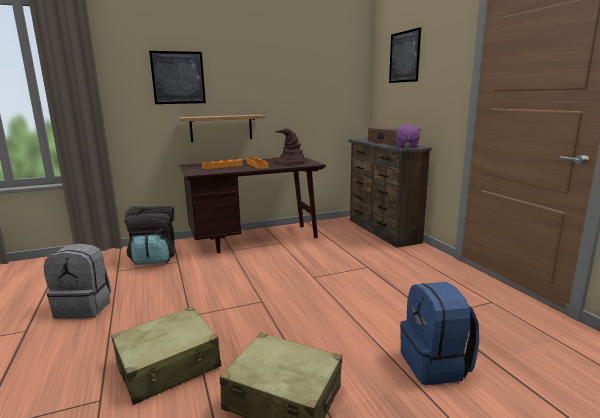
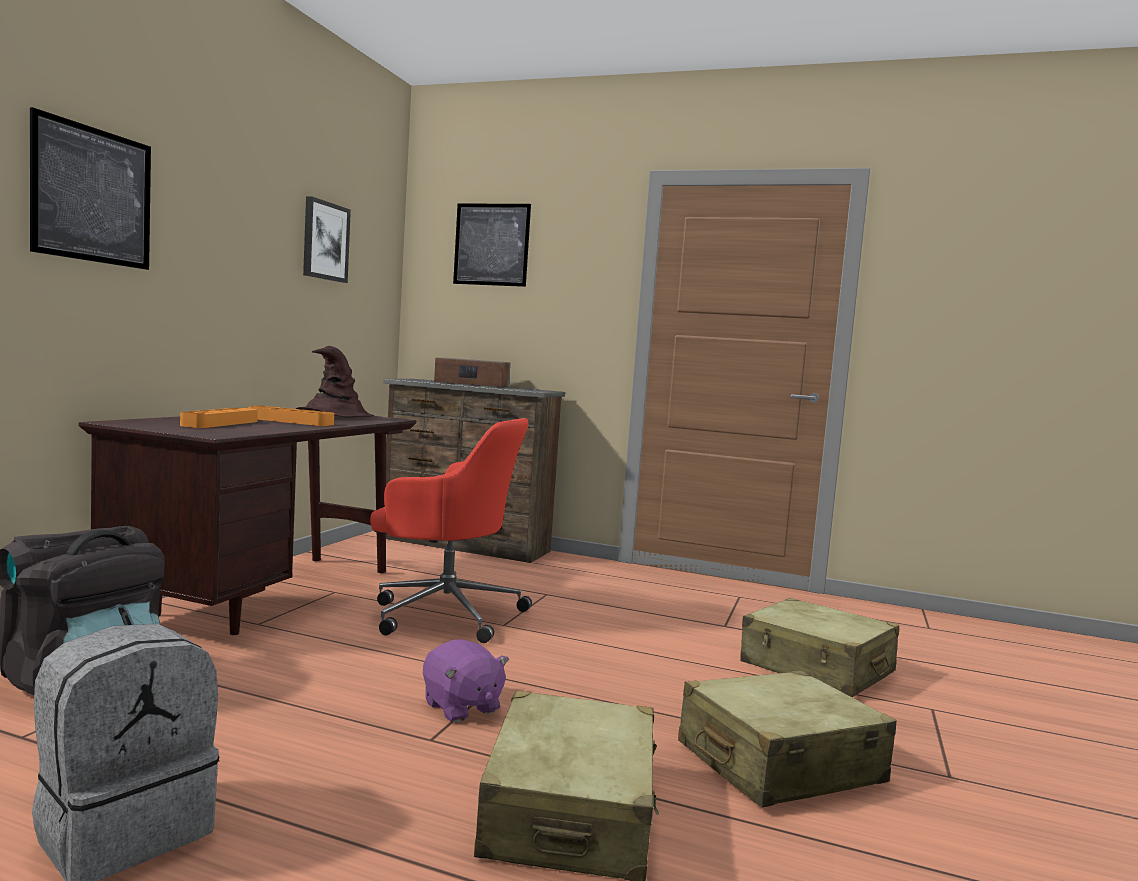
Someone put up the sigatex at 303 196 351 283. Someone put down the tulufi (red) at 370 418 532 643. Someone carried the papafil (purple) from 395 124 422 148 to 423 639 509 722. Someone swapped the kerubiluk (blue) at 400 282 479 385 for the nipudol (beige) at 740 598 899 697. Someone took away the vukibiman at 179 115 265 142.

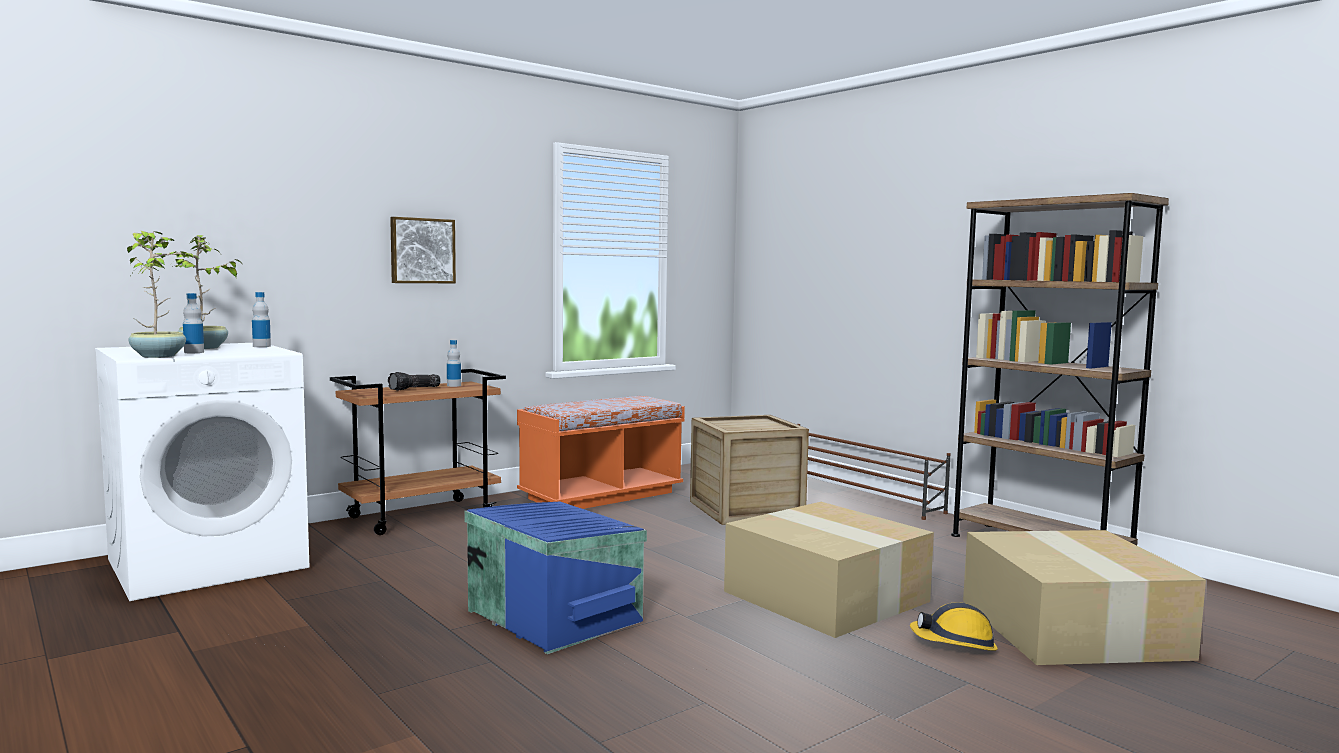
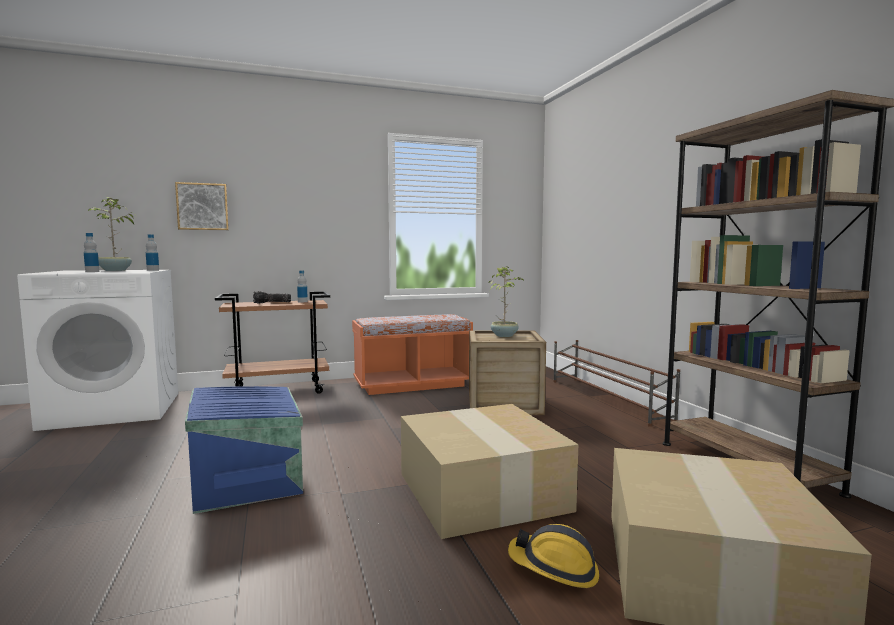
Someone carried the sigatex from 390 217 456 283 to 175 182 229 230. Someone carried the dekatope from 127 231 194 358 to 489 267 524 337.

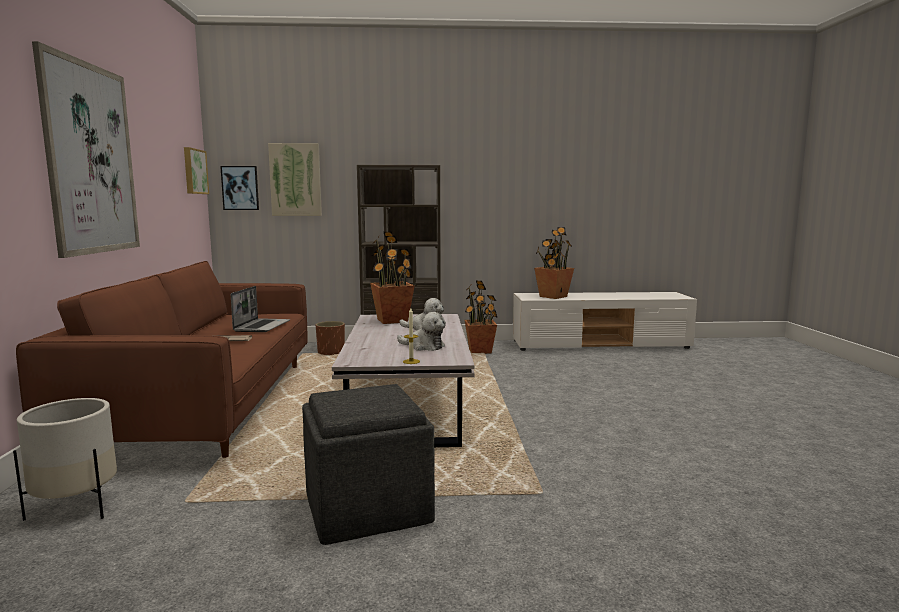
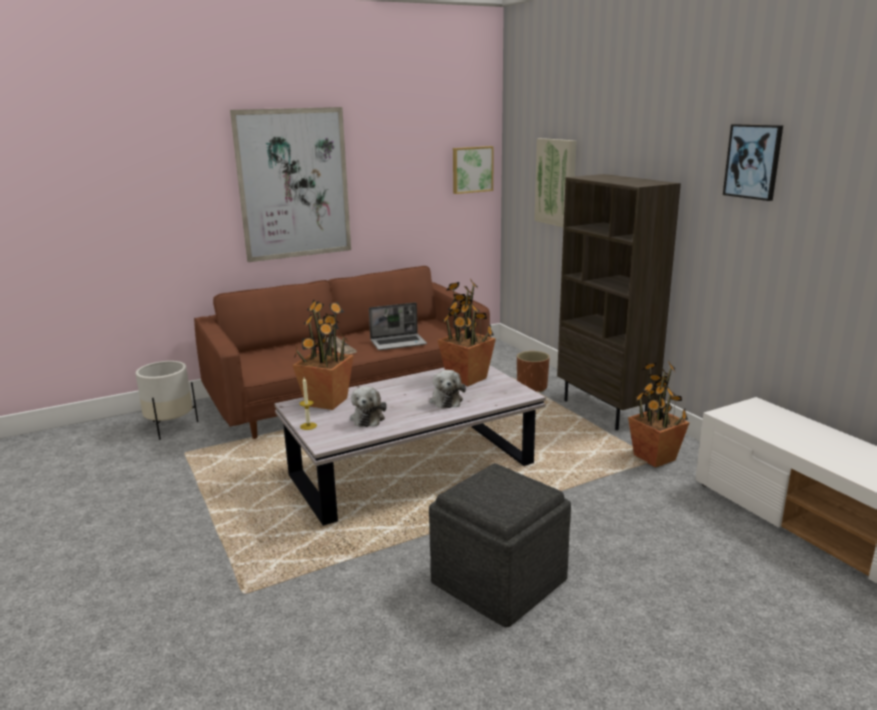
Someone carried the dekatope from 534 227 574 299 to 292 300 354 410. Someone carried the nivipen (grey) from 302 384 435 545 to 429 463 571 627. Someone carried the sigatex from 220 166 259 210 to 723 124 783 201.

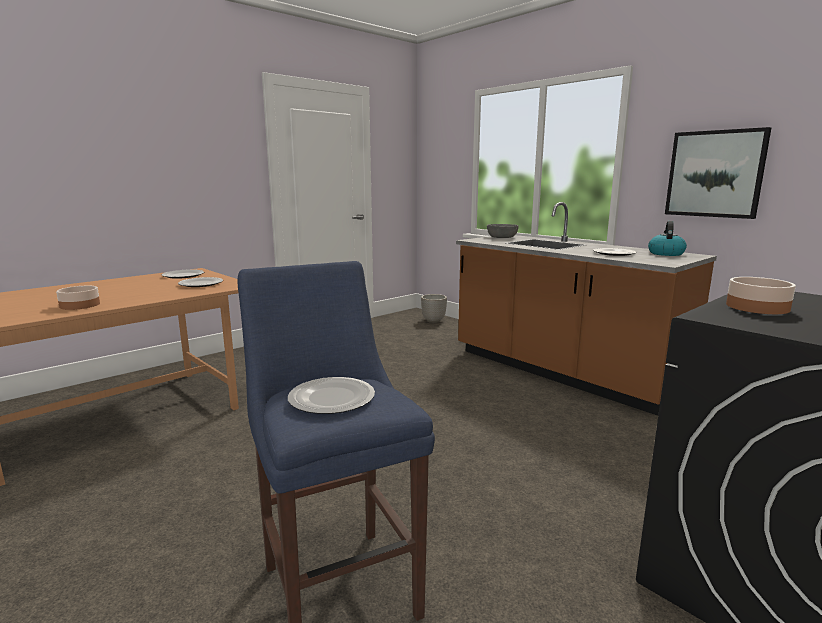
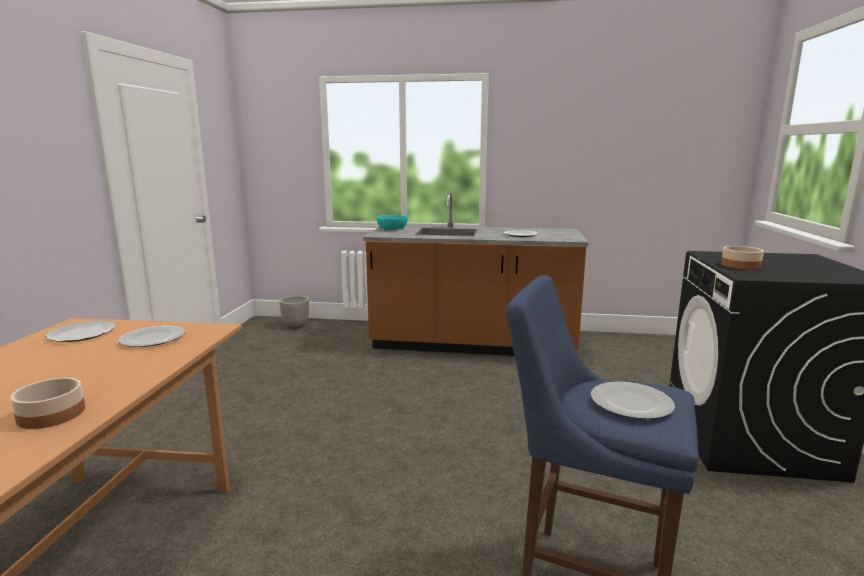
Someone repainted the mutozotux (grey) at 487 224 519 238, which became the mutozotux (turquoise) at 376 215 408 230. Someone took away the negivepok at 648 221 687 256. Someone took away the sigatex at 665 127 771 219.

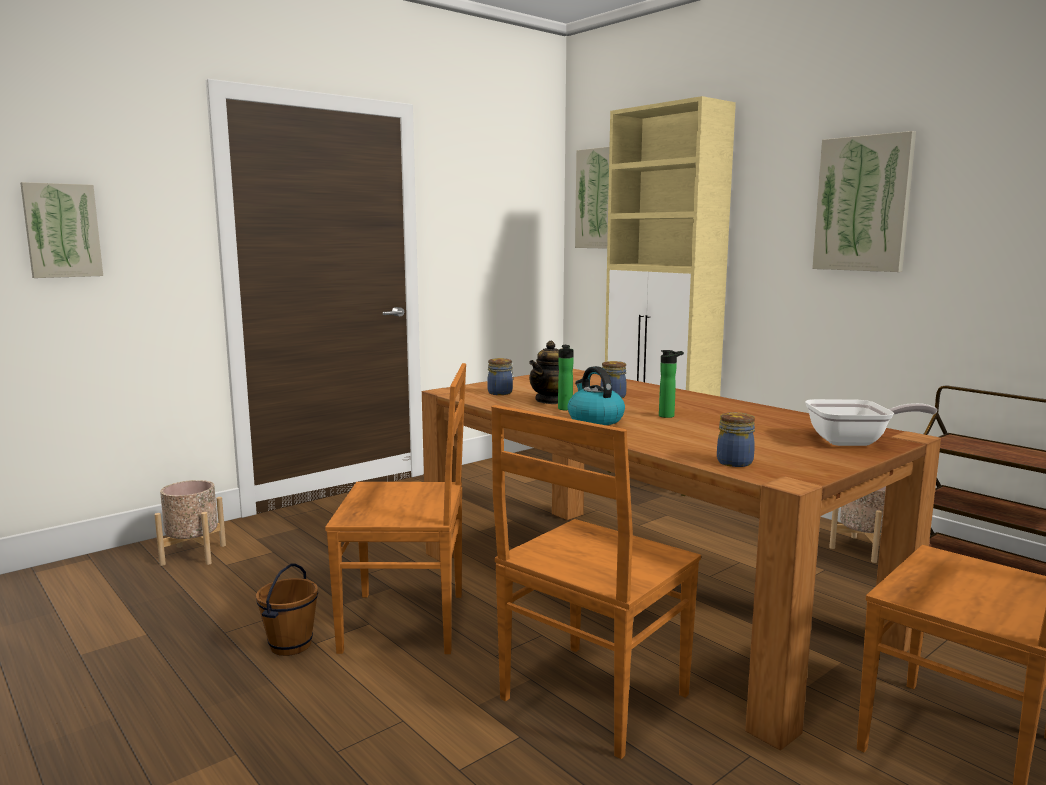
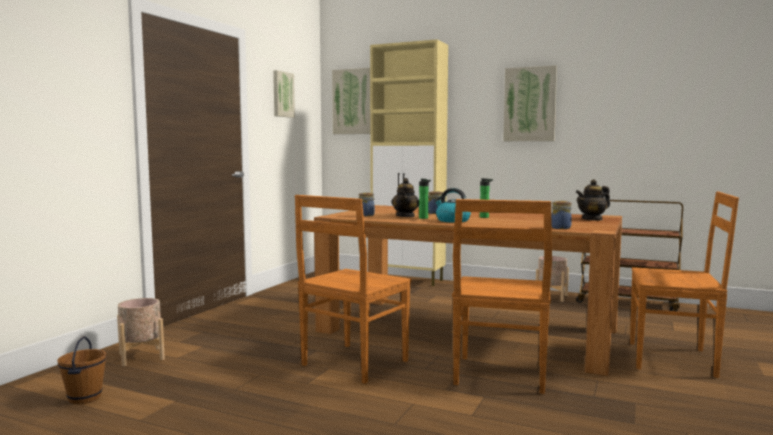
Someone carried the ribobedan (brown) from 256 563 318 656 to 57 336 107 404. Someone carried the sigatex from 20 182 103 278 to 273 70 295 118. Someone rotated the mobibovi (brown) at 325 363 466 654 by 150 degrees clockwise. Someone swapped the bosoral at 805 399 937 446 for the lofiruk at 576 179 610 221.

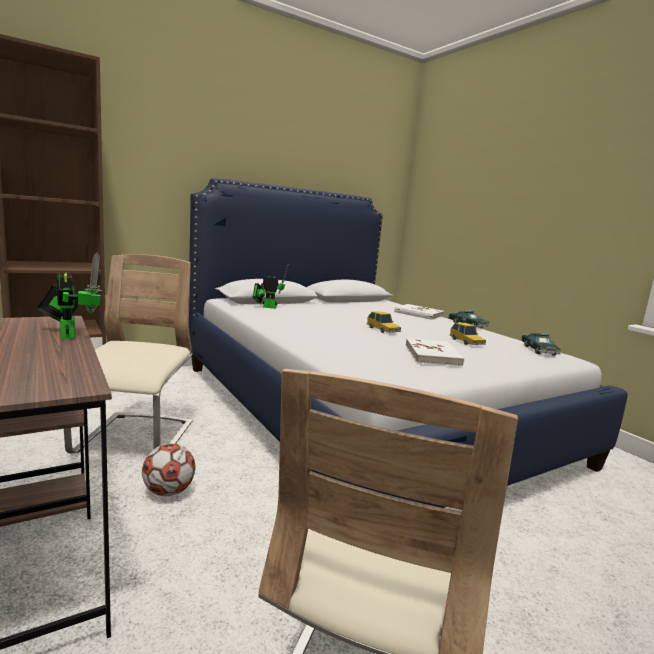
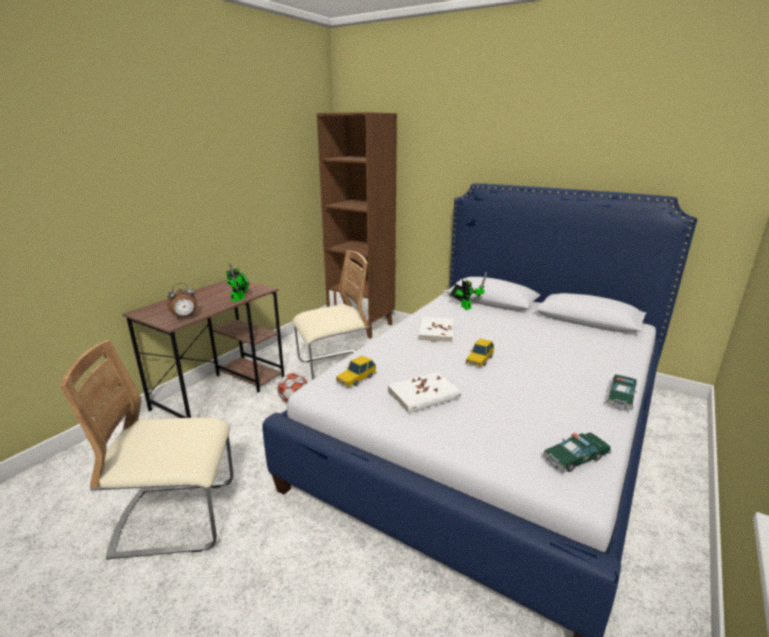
Someone put down the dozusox at 167 283 197 319. Someone carried the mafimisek from 450 323 486 345 to 336 356 376 387. Someone carried the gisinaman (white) from 394 304 445 320 to 418 317 454 343.

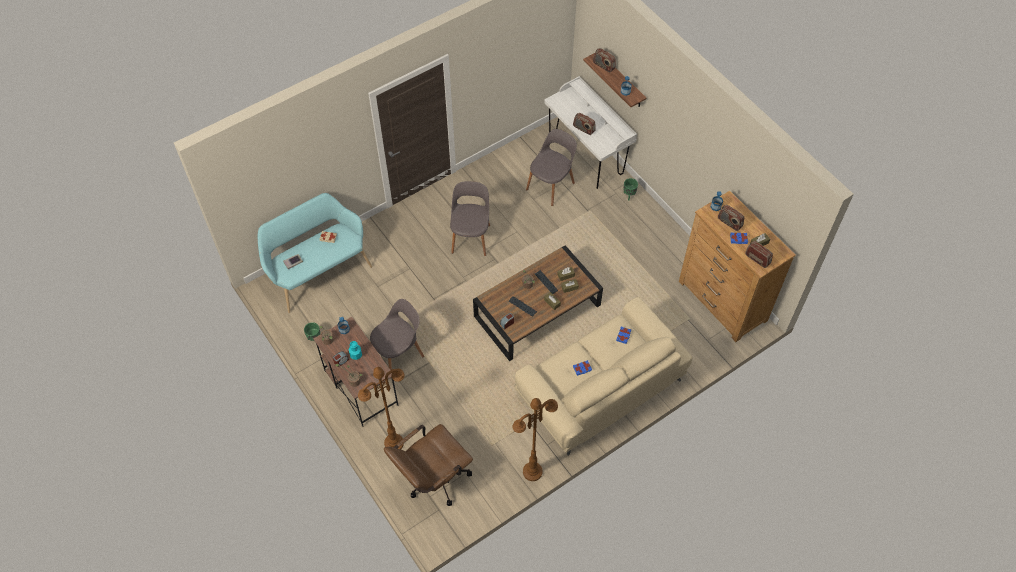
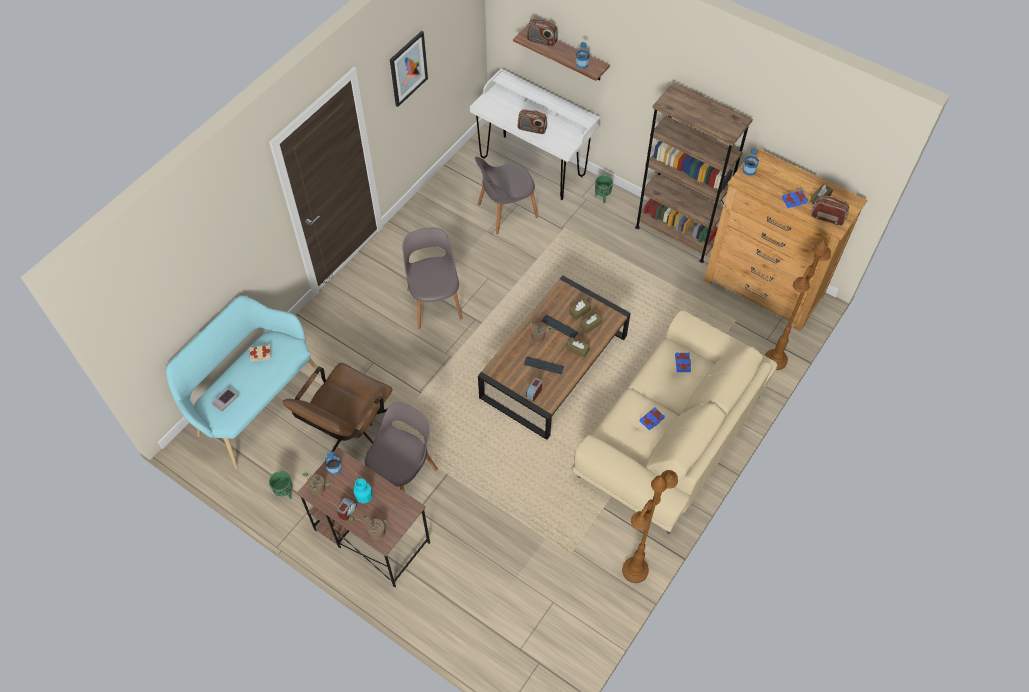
Someone carried the tulufi (brown) from 384 424 473 506 to 282 363 392 452. Someone put up the sigatex at 390 31 428 107. Someone rotated the mobibovi (grey) at 526 129 577 206 by 135 degrees counterclockwise. Someone put down the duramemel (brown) at 635 82 753 263. Someone carried the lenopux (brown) from 358 367 405 449 to 765 240 831 370. Someone took away the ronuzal at 718 205 744 231.

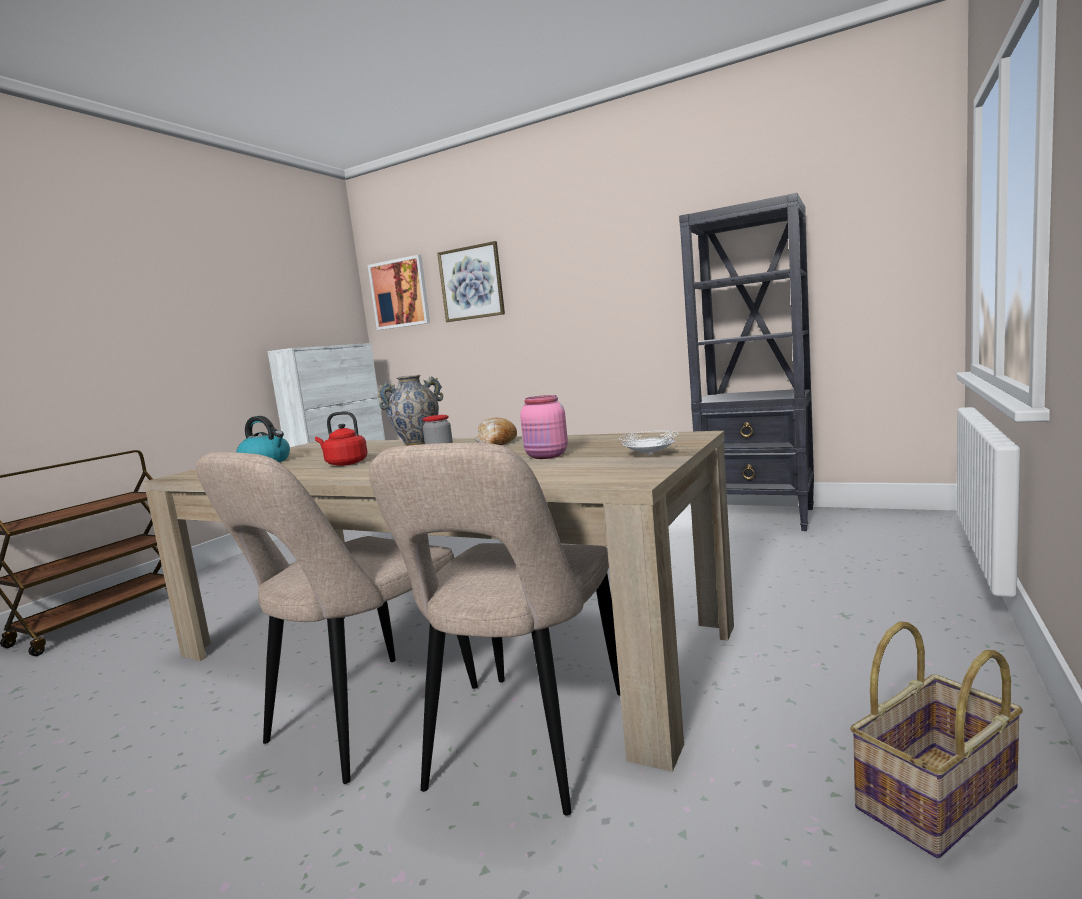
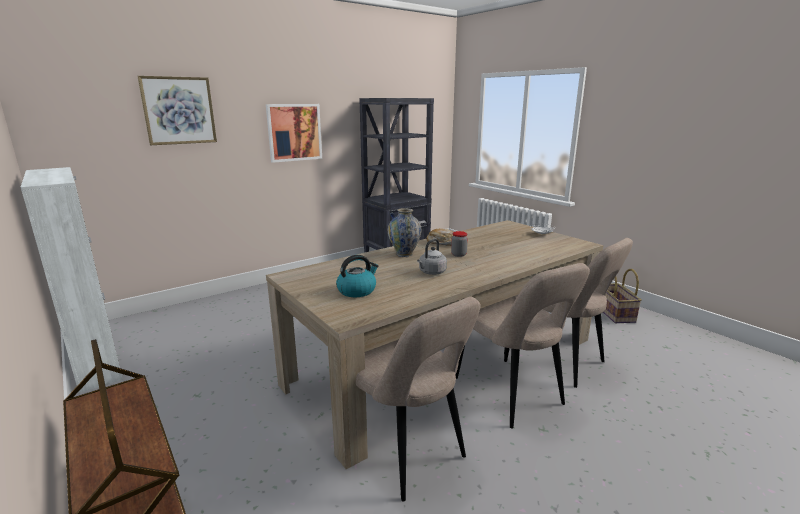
Someone carried the sigatex from 368 255 430 330 to 266 104 322 163. Someone put down the mobibovi (beige) at 356 297 481 502. Someone repainted the negivepok (red) at 315 411 368 466, which became the negivepok (grey) at 417 239 447 275. Someone took away the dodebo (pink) at 520 395 568 459.

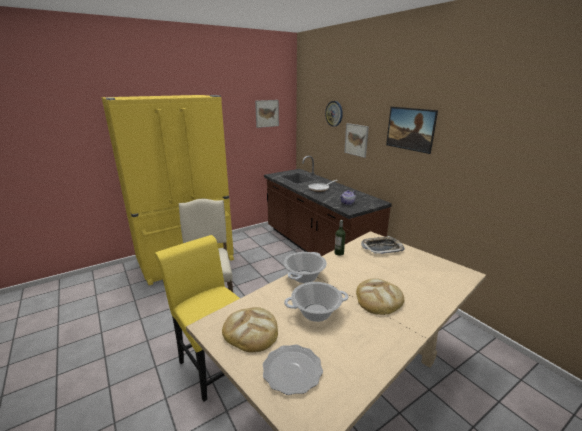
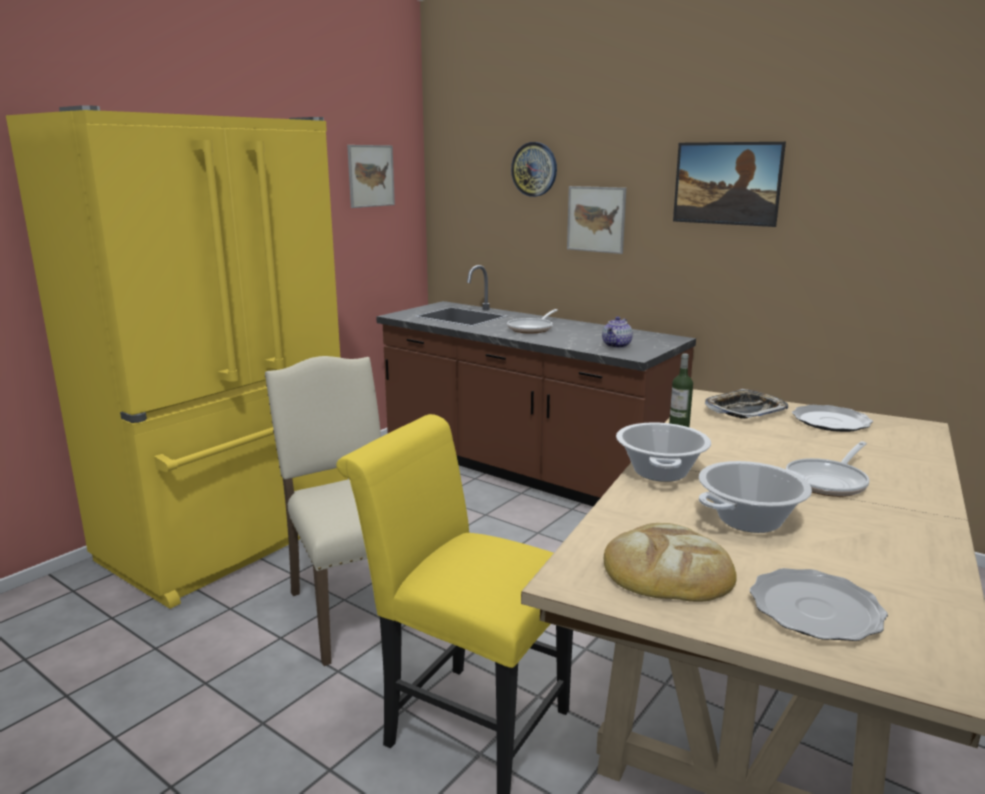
Someone swapped the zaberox at 356 278 404 315 for the bosoral at 786 441 870 497. Someone put down the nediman at 792 405 873 432.

